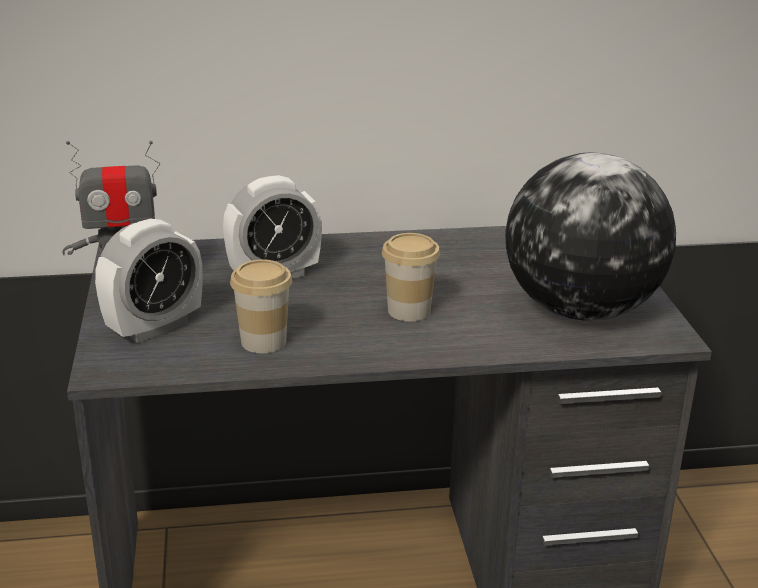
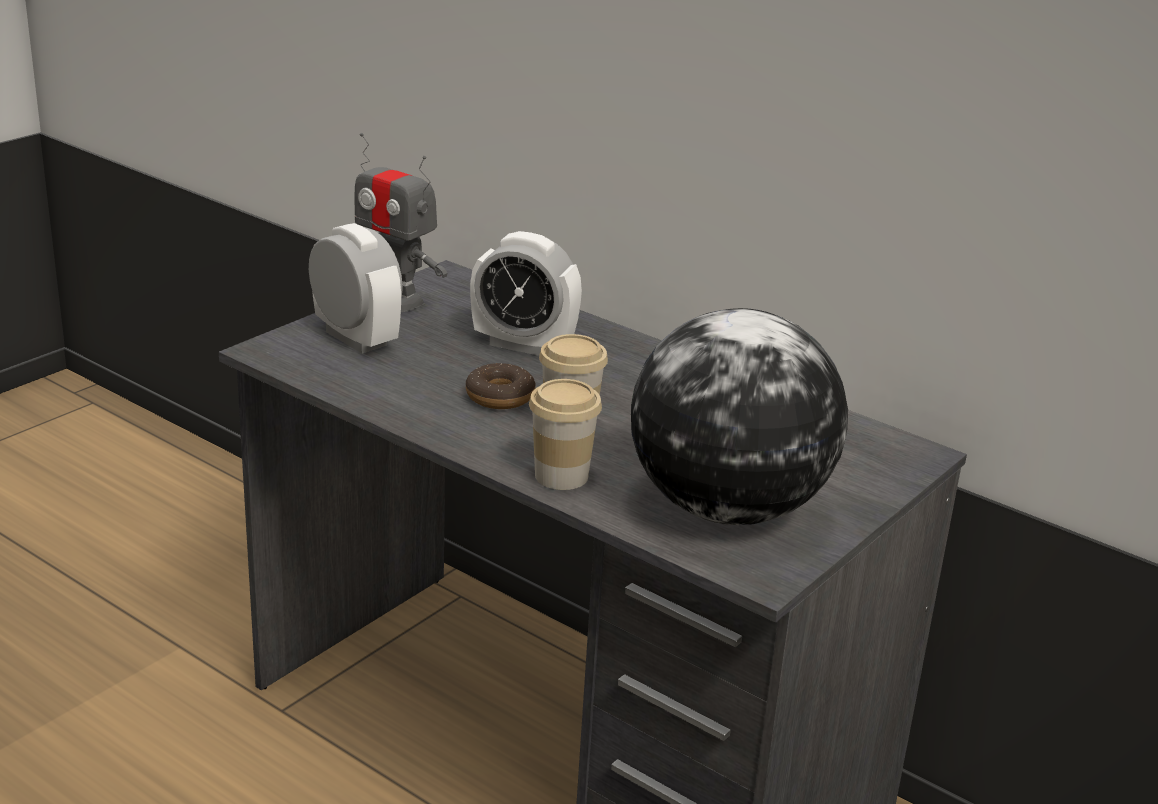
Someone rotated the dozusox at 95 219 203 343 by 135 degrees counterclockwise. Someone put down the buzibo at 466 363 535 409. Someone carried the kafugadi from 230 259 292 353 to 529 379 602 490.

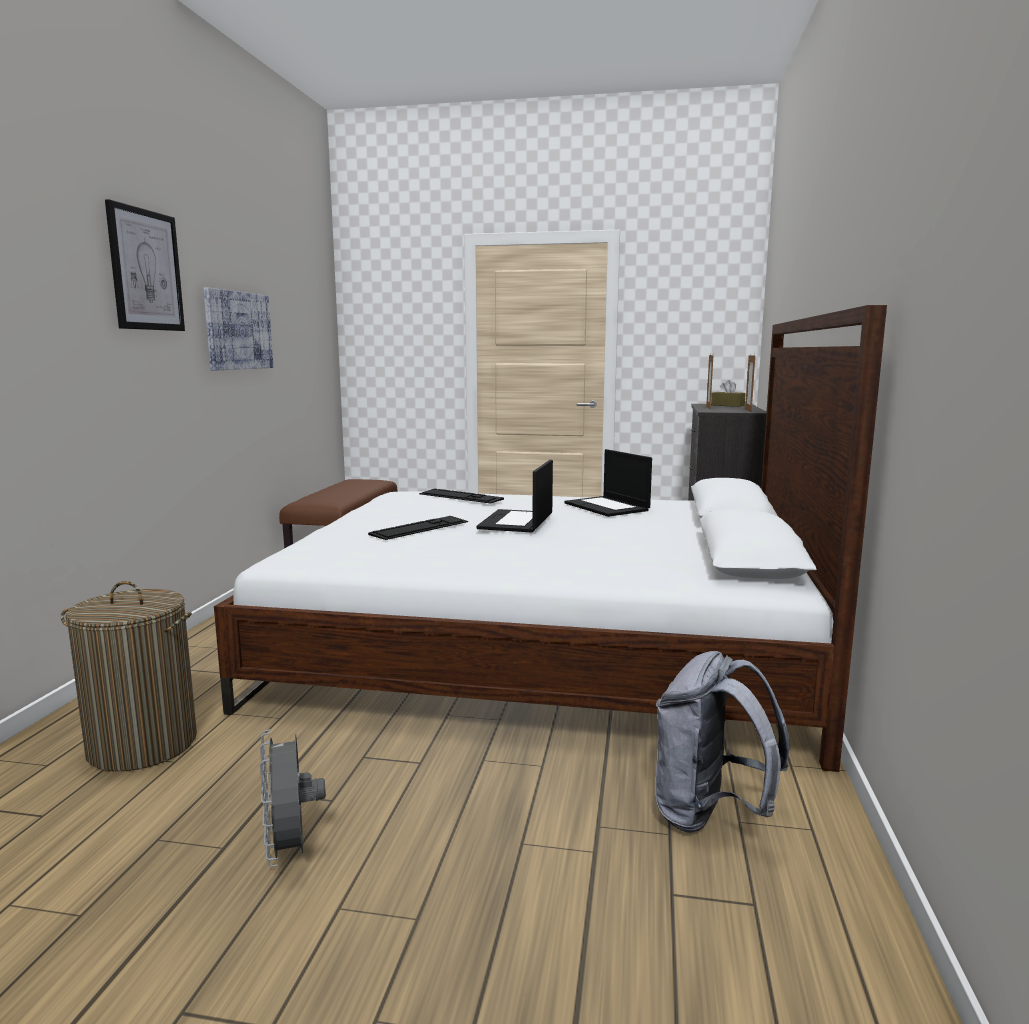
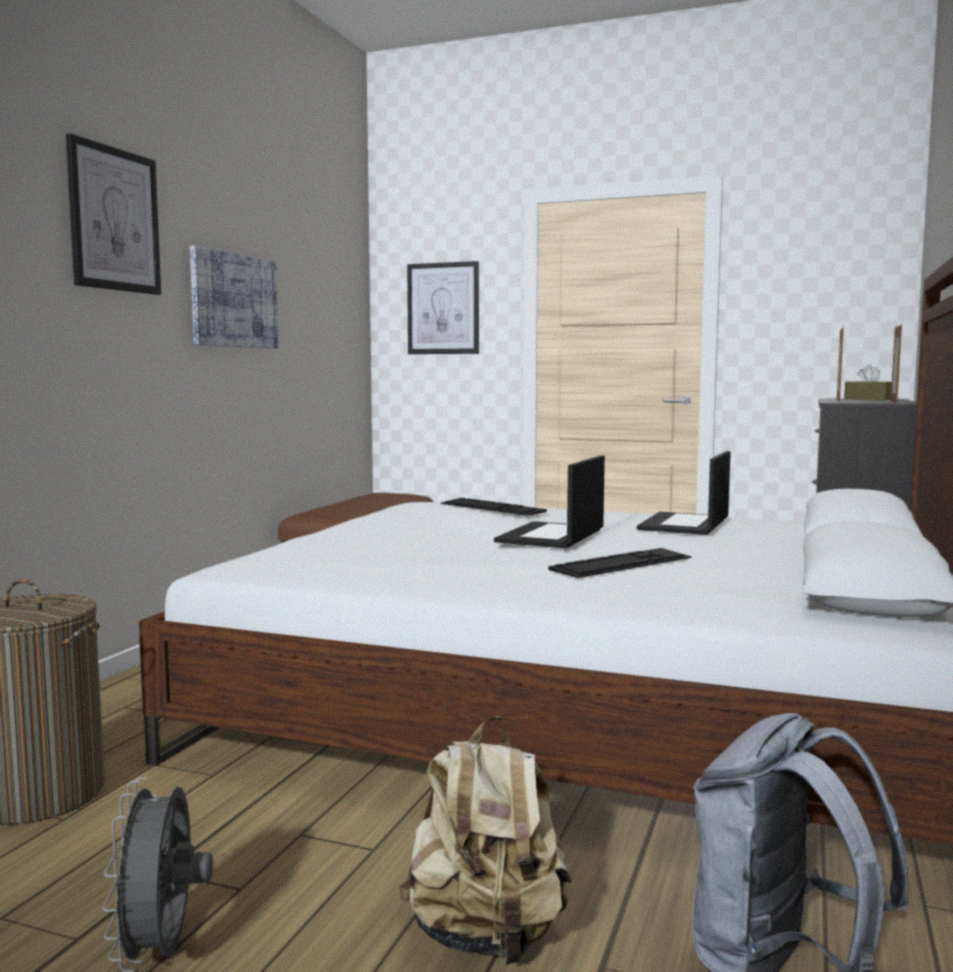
Someone put down the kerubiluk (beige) at 399 716 572 965. Someone put up the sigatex at 407 261 479 354. Someone carried the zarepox from 368 516 468 540 to 549 548 691 578. Someone rotated the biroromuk at 565 449 652 517 by 45 degrees clockwise.

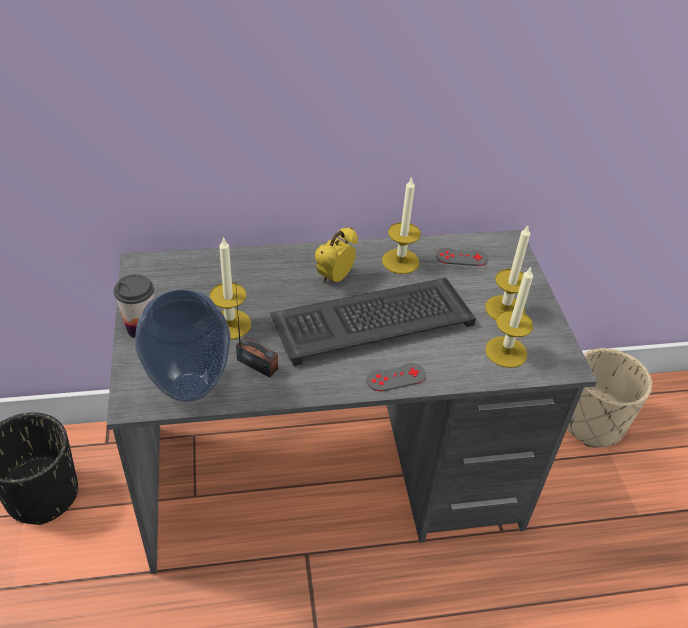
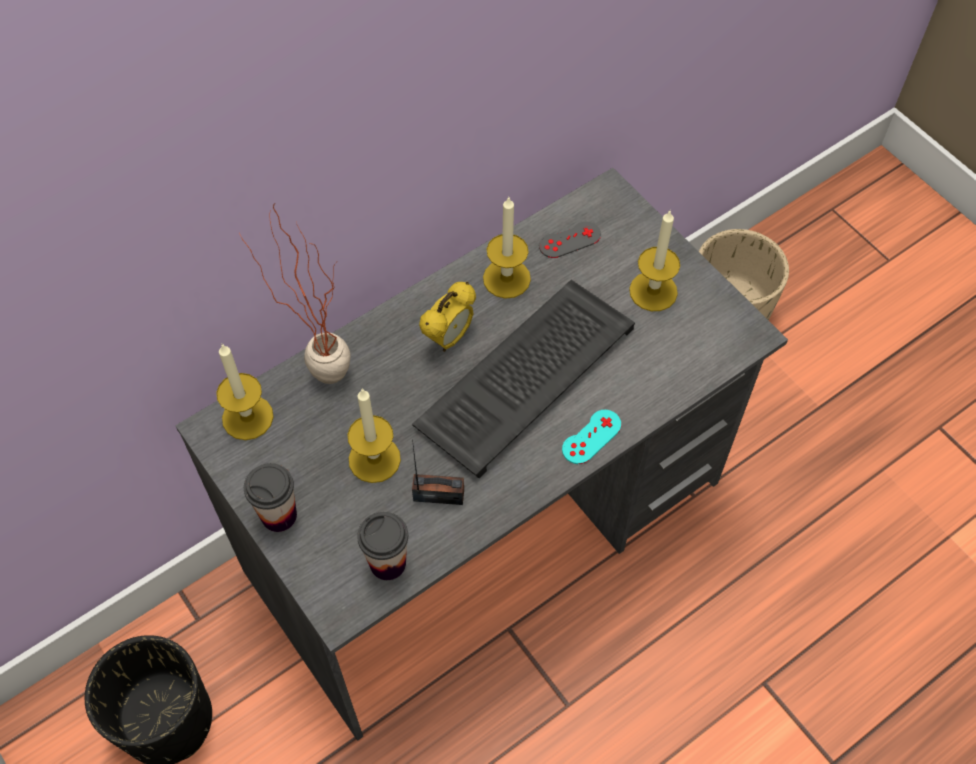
Someone carried the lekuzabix from 485 266 533 368 to 216 344 274 440. Someone put down the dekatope at 239 203 350 384. Someone swapped the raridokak at 135 289 231 402 for the kafugadi at 357 512 408 580. Someone rotated the dozusox at 315 227 358 283 by 150 degrees counterclockwise. Someone repainted the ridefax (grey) at 367 363 426 391, which became the ridefax (turquoise) at 562 410 622 464.

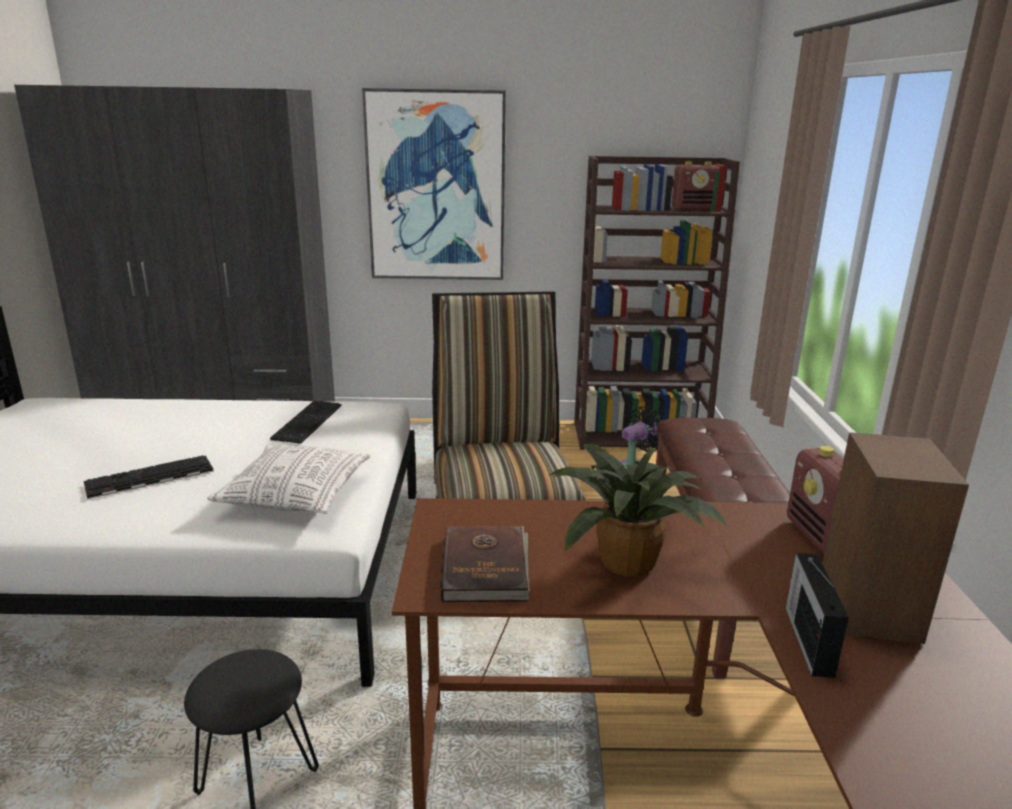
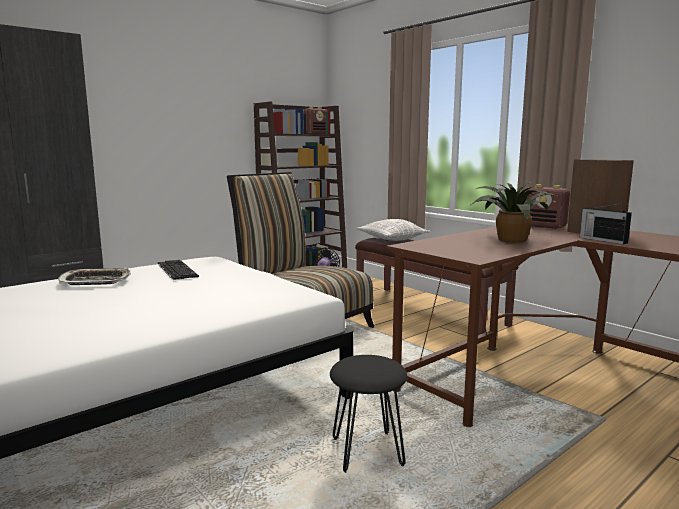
Someone put down the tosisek at 58 268 131 285. Someone carried the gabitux from 207 445 370 514 to 357 219 430 241. Someone took away the zarepox at 84 455 213 499. Someone took away the sigatex at 362 88 506 280. Someone took away the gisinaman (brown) at 440 526 530 603.

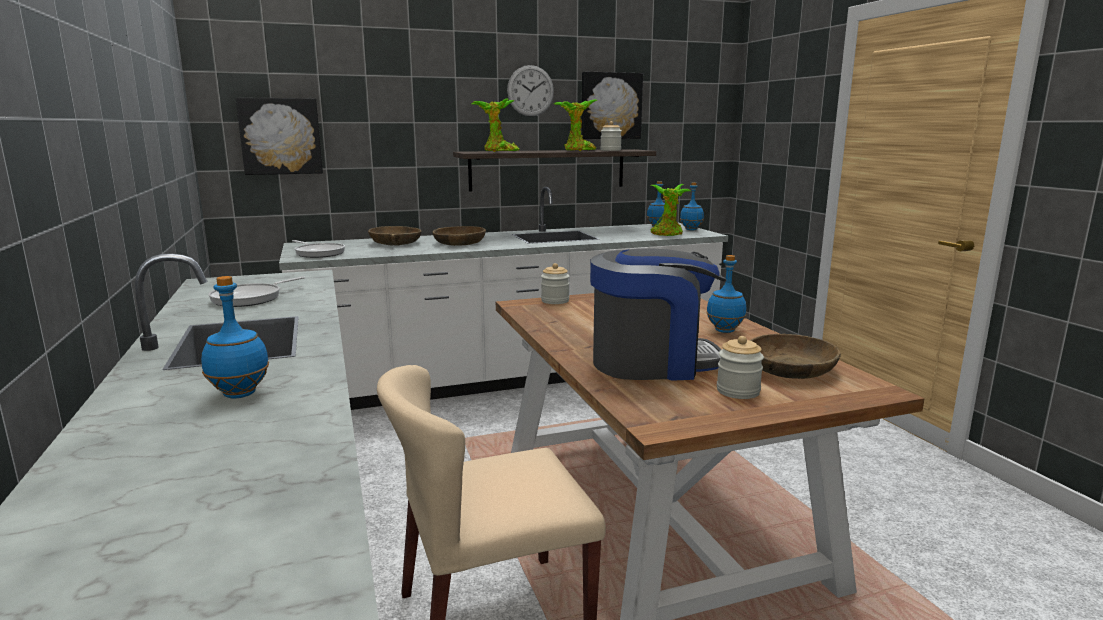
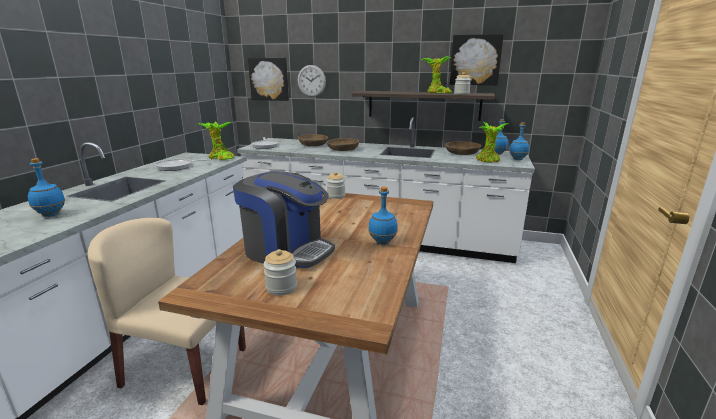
Someone carried the dekatope from 472 98 519 152 to 197 121 234 160. Someone carried the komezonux from 507 65 554 117 to 298 65 326 97. Someone carried the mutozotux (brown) from 749 334 841 379 to 446 141 481 155.

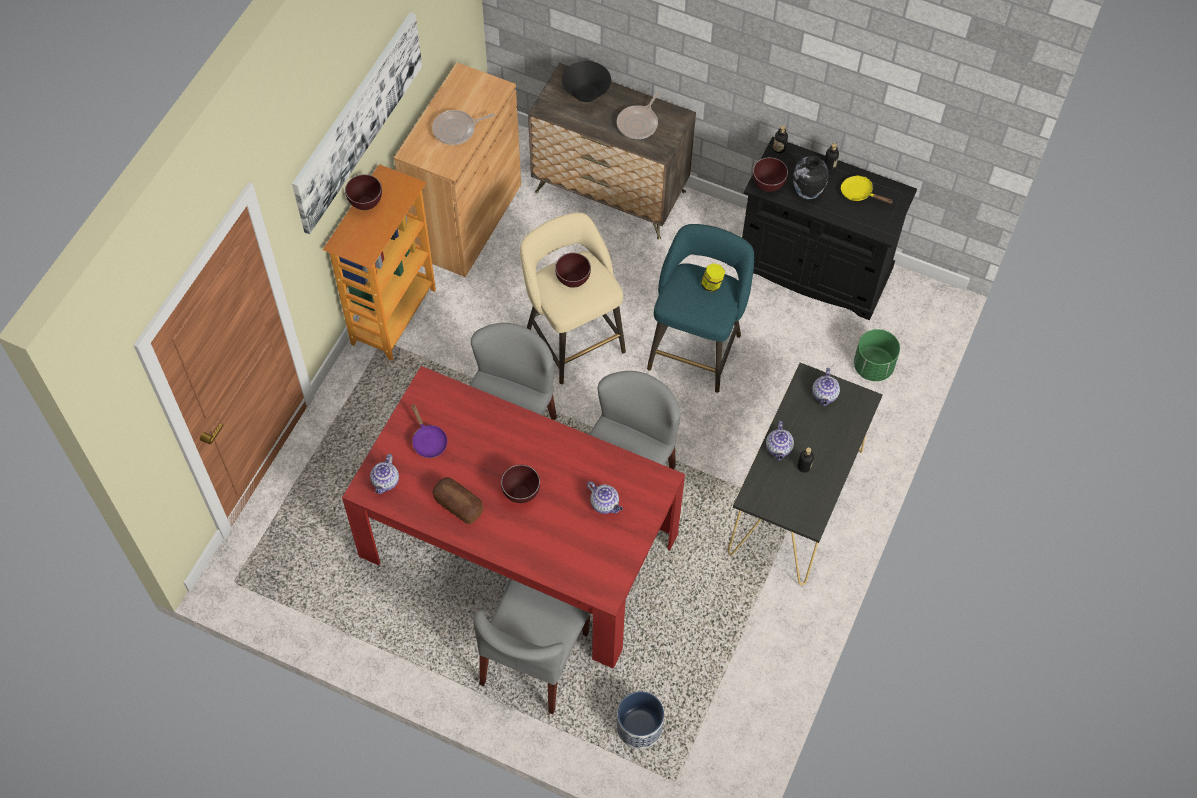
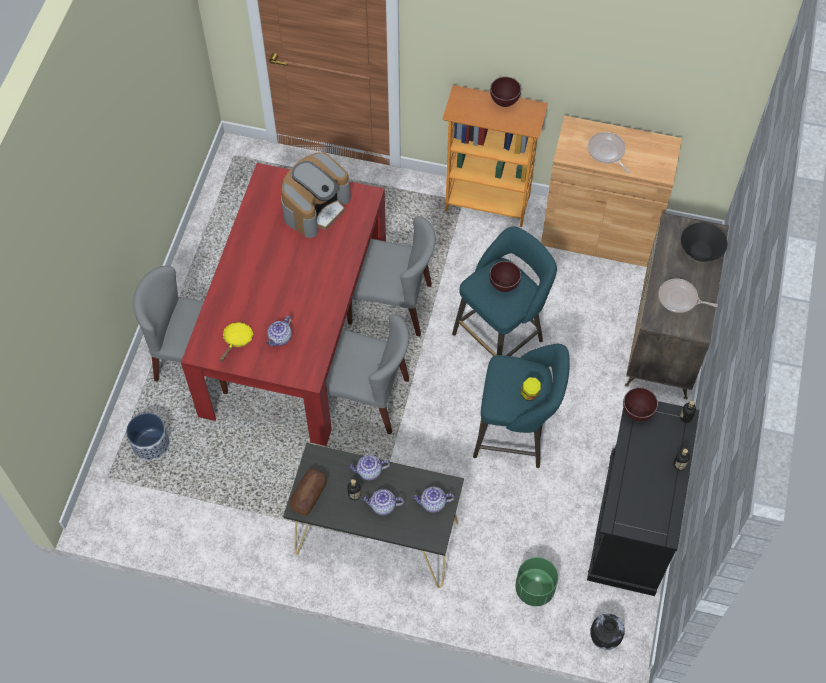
Someone carried the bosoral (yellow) from 841 176 893 204 to 220 322 253 362. Someone swapped the bosoral (purple) at 411 405 447 458 for the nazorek at 281 152 351 238. Someone carried the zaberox from 432 477 484 524 to 290 469 327 516. Someone carried the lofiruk from 370 454 399 494 to 362 489 404 515. Someone repainted the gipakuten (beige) at 520 212 626 384, which became the gipakuten (turquoise) at 452 226 557 356. Someone carried the raridokak from 793 156 829 199 to 590 614 625 650. Someone took away the sigatex at 292 12 422 234. Someone took away the mutozotux (brown) at 501 465 540 503.

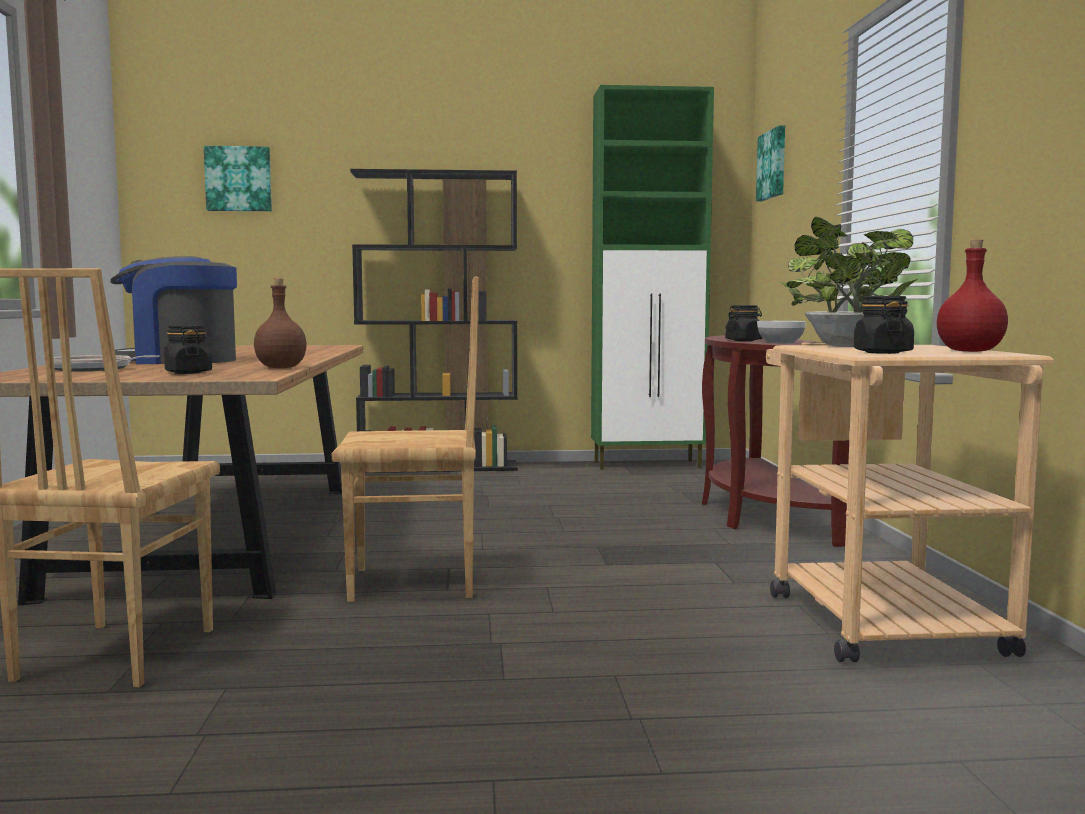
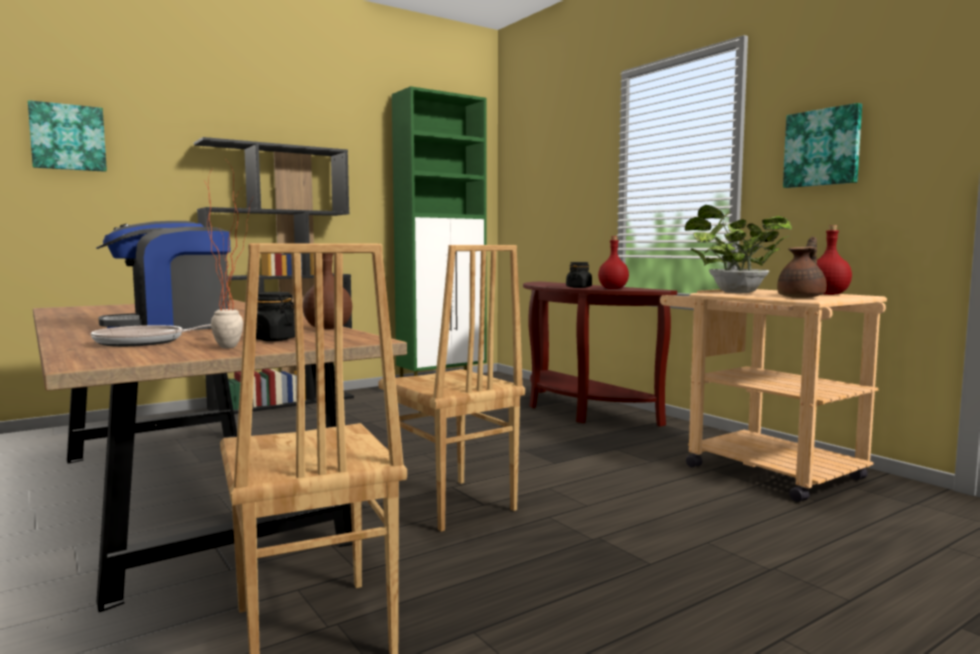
Someone put down the dekatope at 204 161 253 349. Someone rotated the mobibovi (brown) at 332 277 479 602 by 90 degrees clockwise. Someone swapped the mutozotux at 757 321 806 343 for the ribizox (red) at 598 236 629 289. Someone swapped the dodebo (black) at 854 296 914 354 for the lofiruk (brown) at 777 237 827 298. Someone carried the sigatex from 756 125 785 201 to 783 103 862 188.

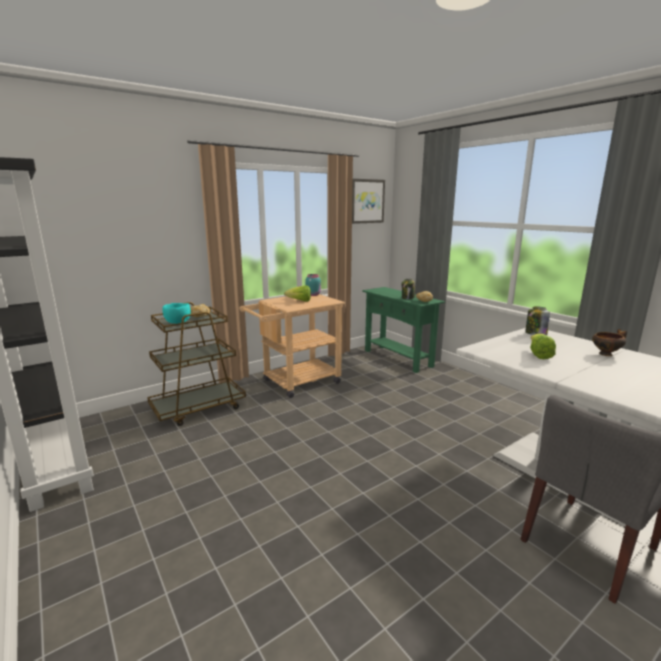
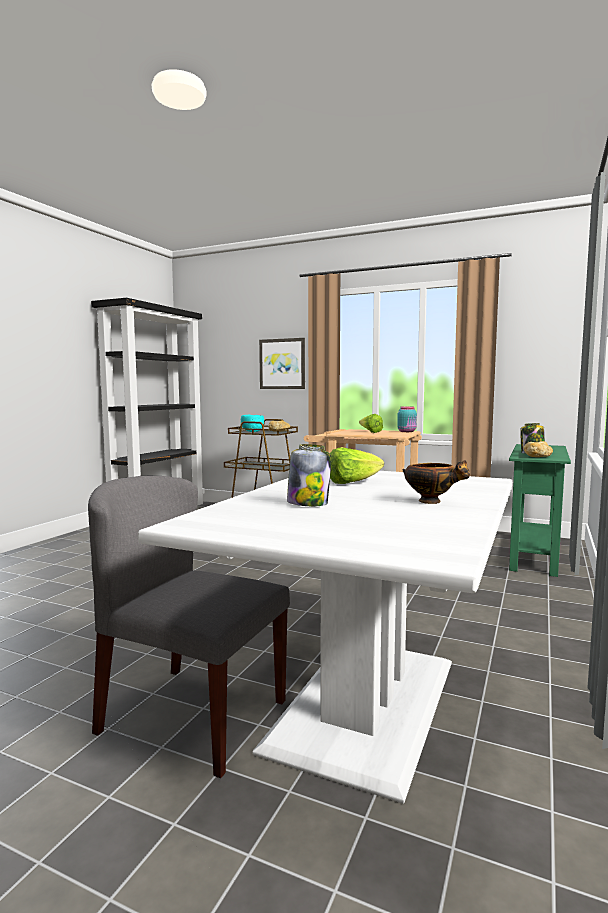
Someone carried the sigatex from 352 179 385 224 to 259 338 305 389. Someone carried the dodebo from 525 306 550 335 to 287 444 331 506.

